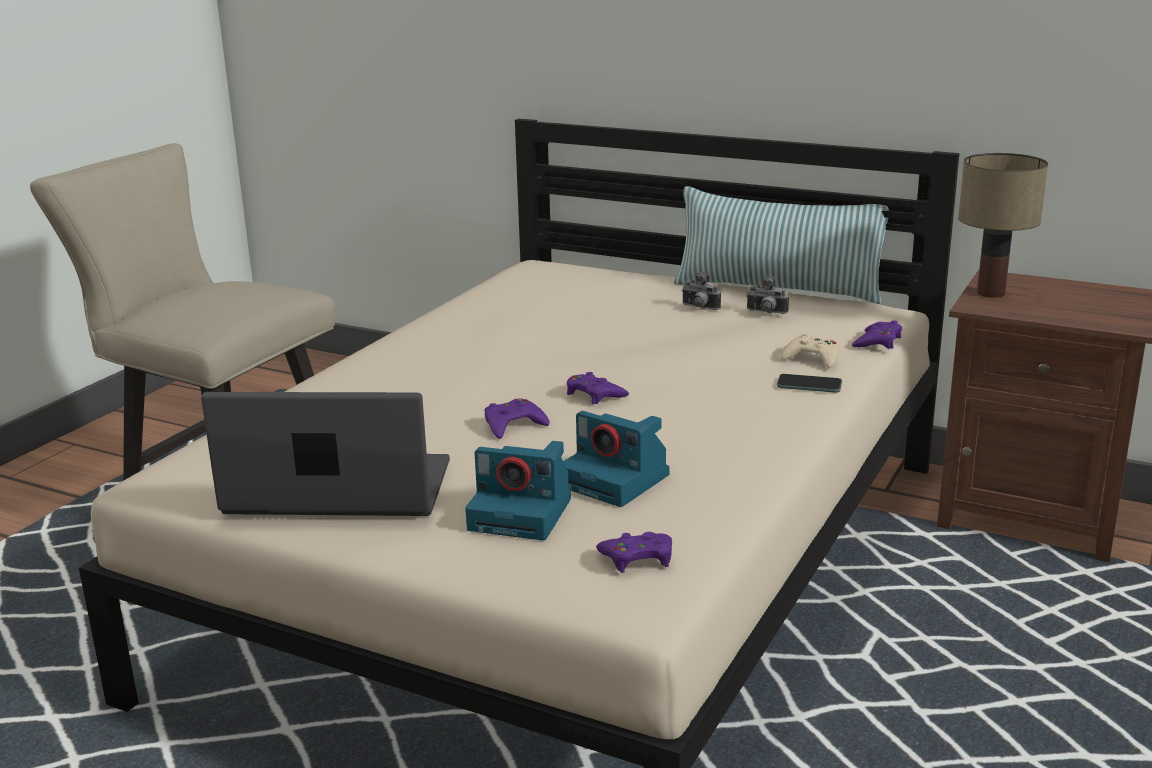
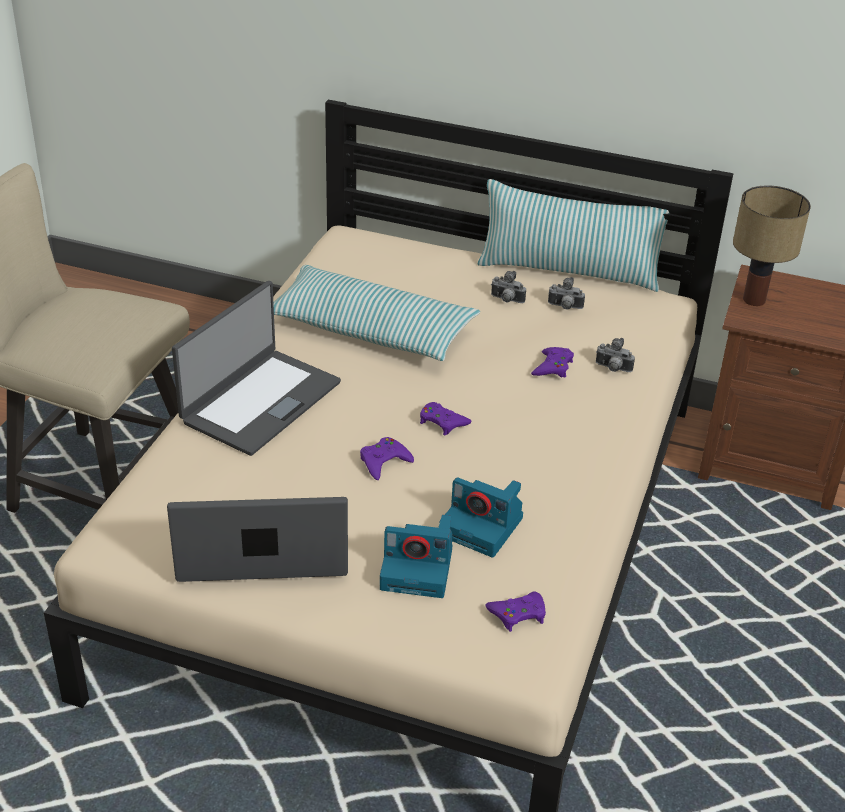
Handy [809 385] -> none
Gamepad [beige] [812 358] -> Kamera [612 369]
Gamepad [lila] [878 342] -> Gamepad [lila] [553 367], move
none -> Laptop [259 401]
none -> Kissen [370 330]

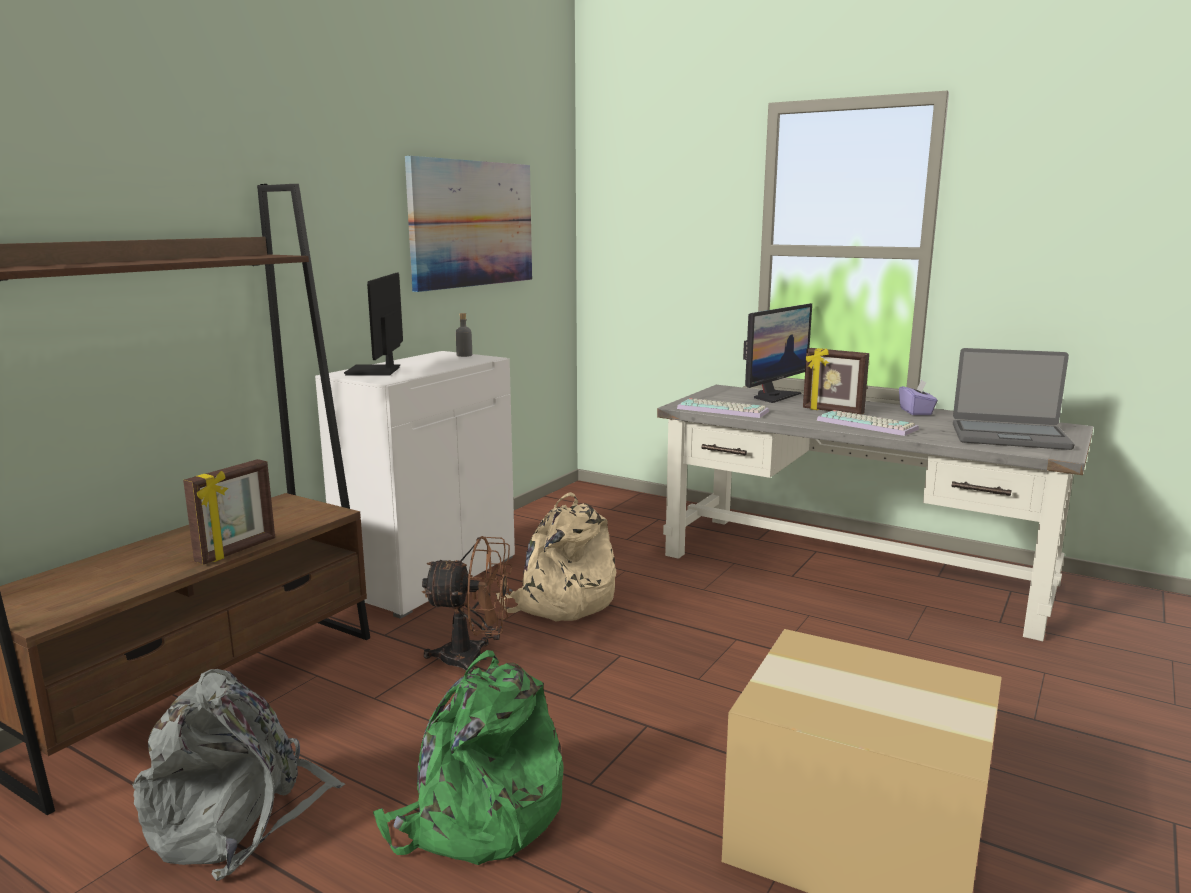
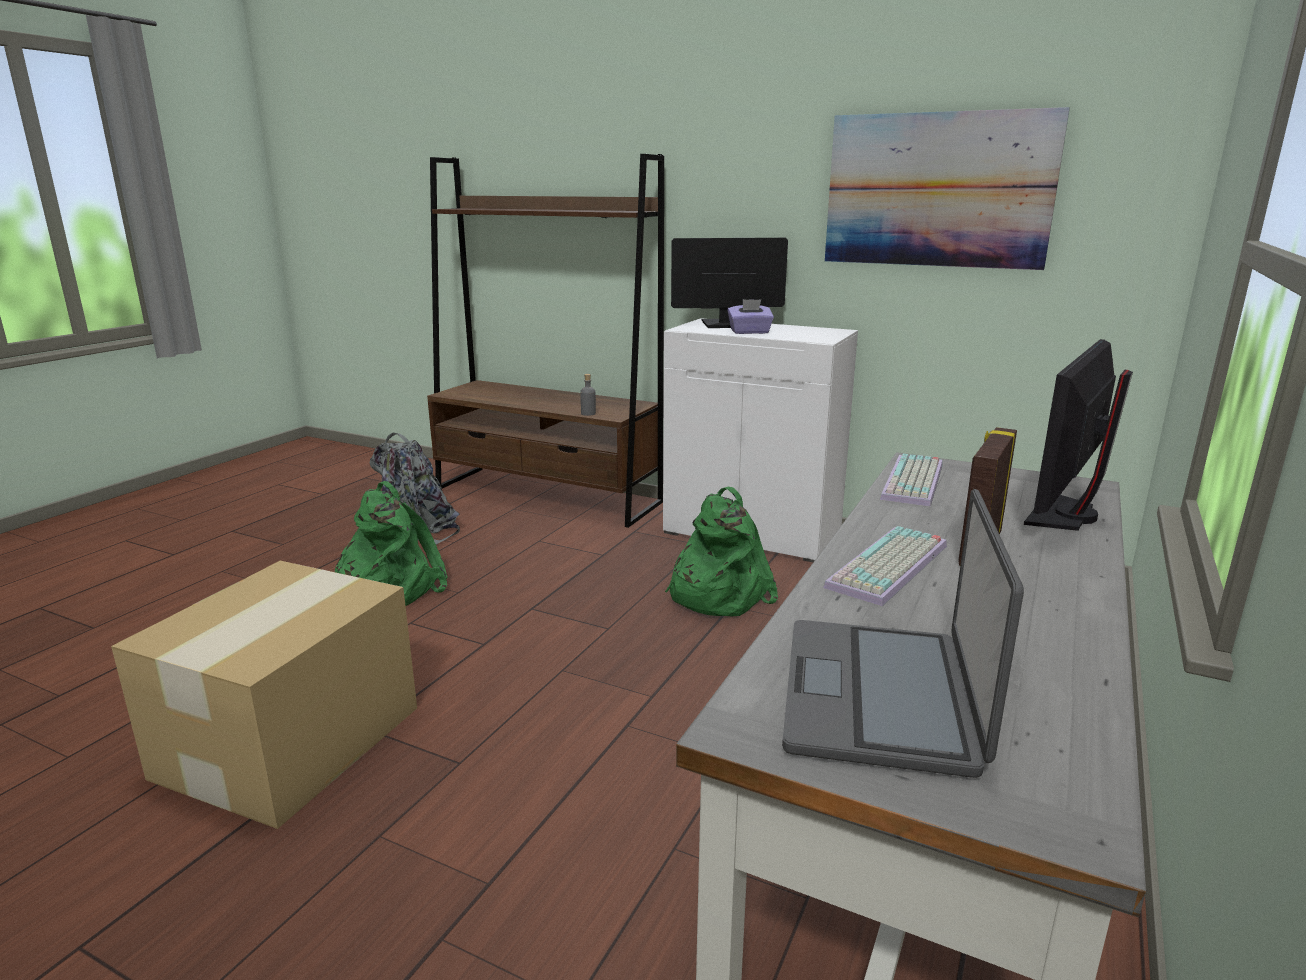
Bilderrahmen [237 551] -> none
Ventilator [braun] [473 659] -> none
Flasche [grau] [464 355] -> Flasche [grau] [588 413], move
Rucksack [beige] [560 602] -> Rucksack [grün] [716 594]
Monitor [773 396] -> Monitor [1064 514], 90 degrees clockwise
Taschentuchbox [lila] [916 412] -> Taschentuchbox [lila] [749 332], move

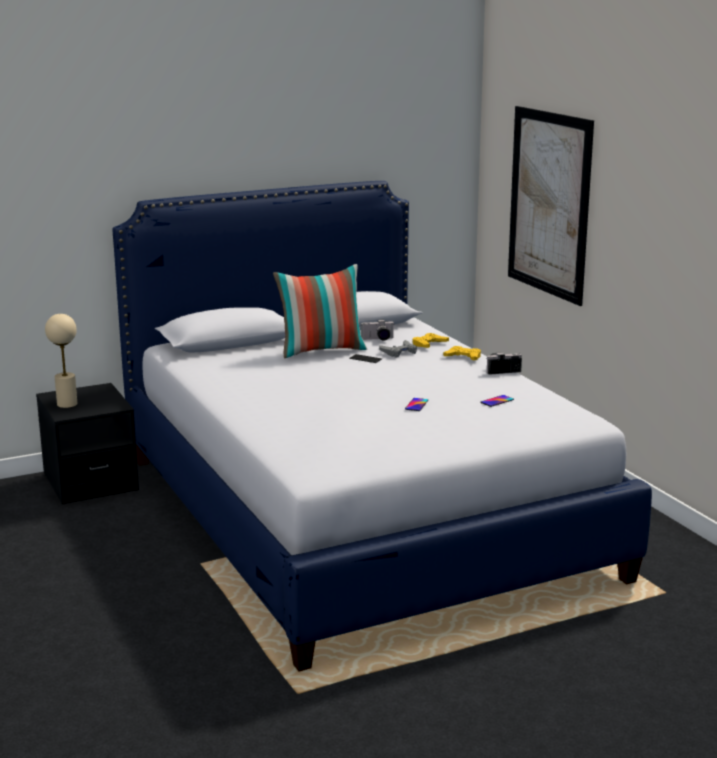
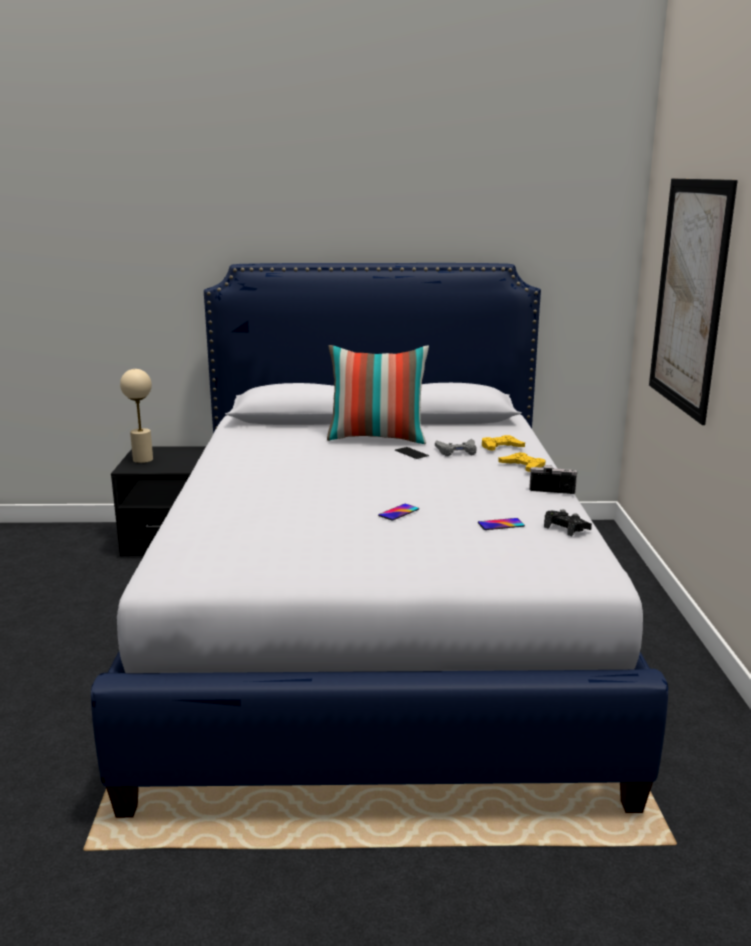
Kamera [378 339] -> none
none -> Gamepad [schwarz] [566 528]

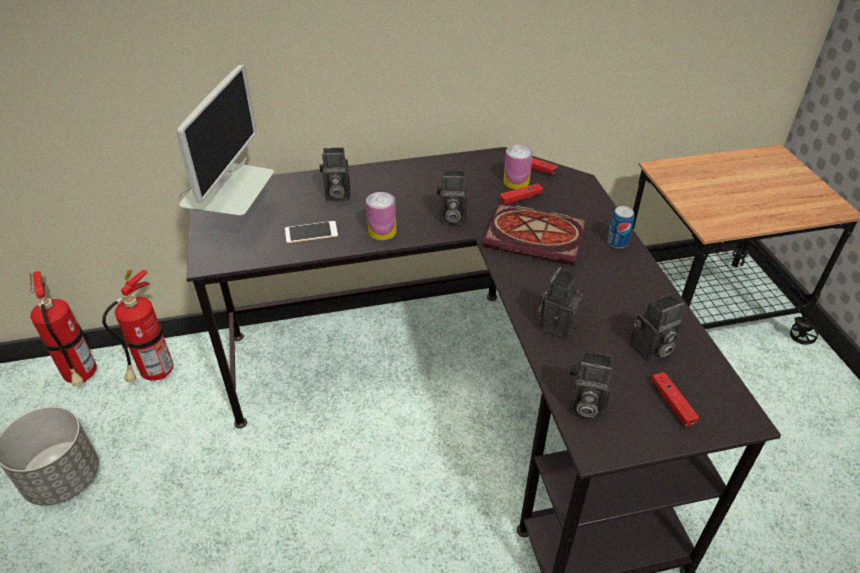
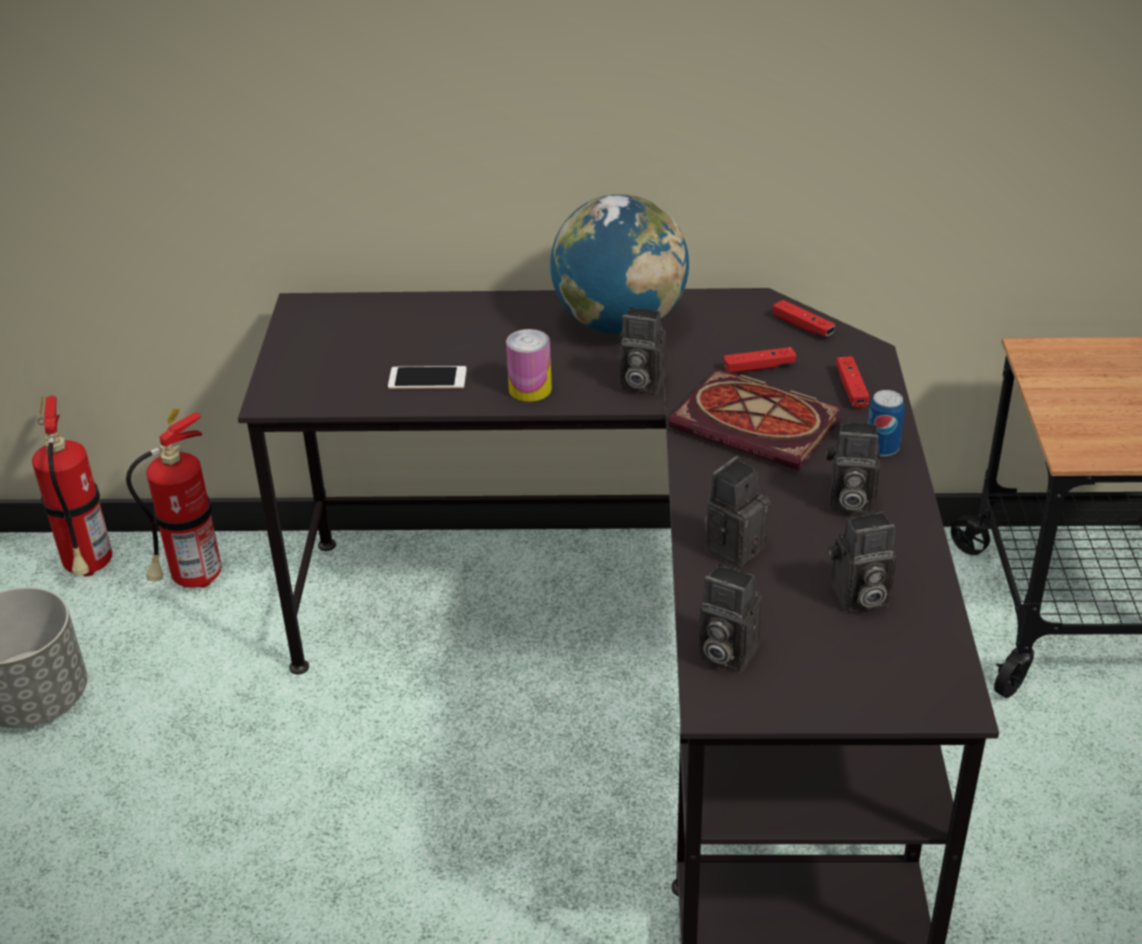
Monitor [234 223] -> none
Kamera [336 195] -> Kamera [848 502], move
Dose [516 182] -> none
Gamepad [rot] [672 403] -> Gamepad [rot] [851 388], move
none -> Globus [619 323]

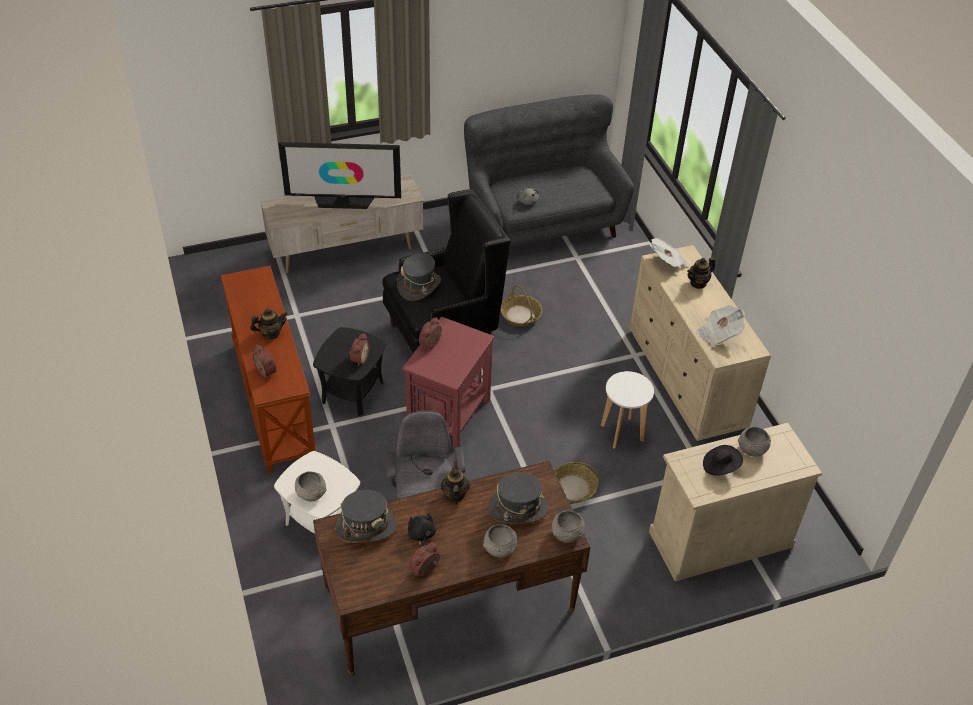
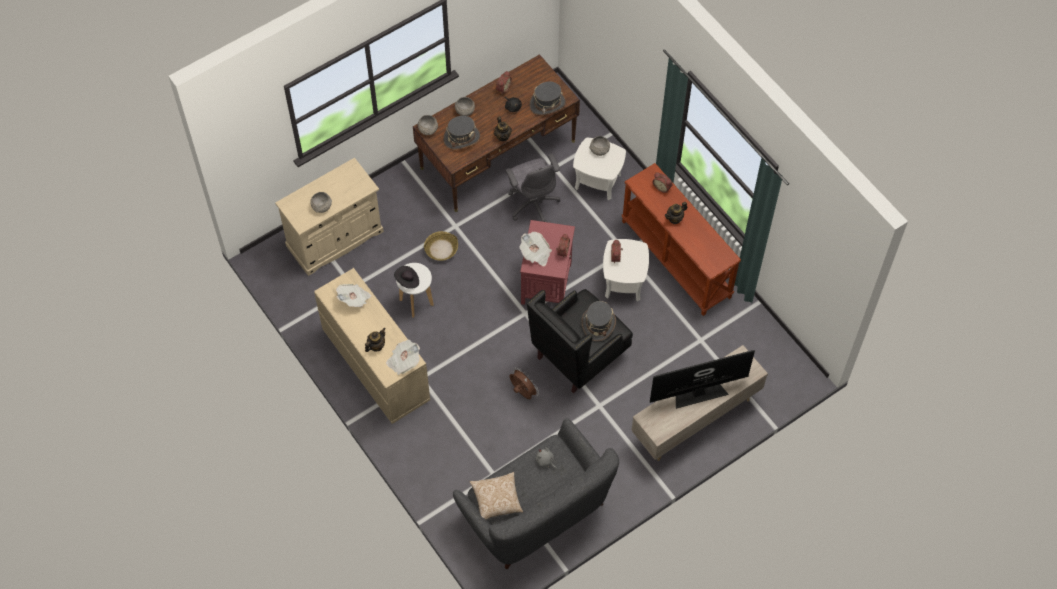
Beistelltisch [schwarz] [352 391] -> Beistelltisch [weiß] [624 282]
Korb [521 315] -> Ventilator [braun] [522 392]
Hut [schwarz] [720 466] -> Hut [schwarz] [407 281], move
none -> Kissen [496 500]
none -> Zeitung [535 253]

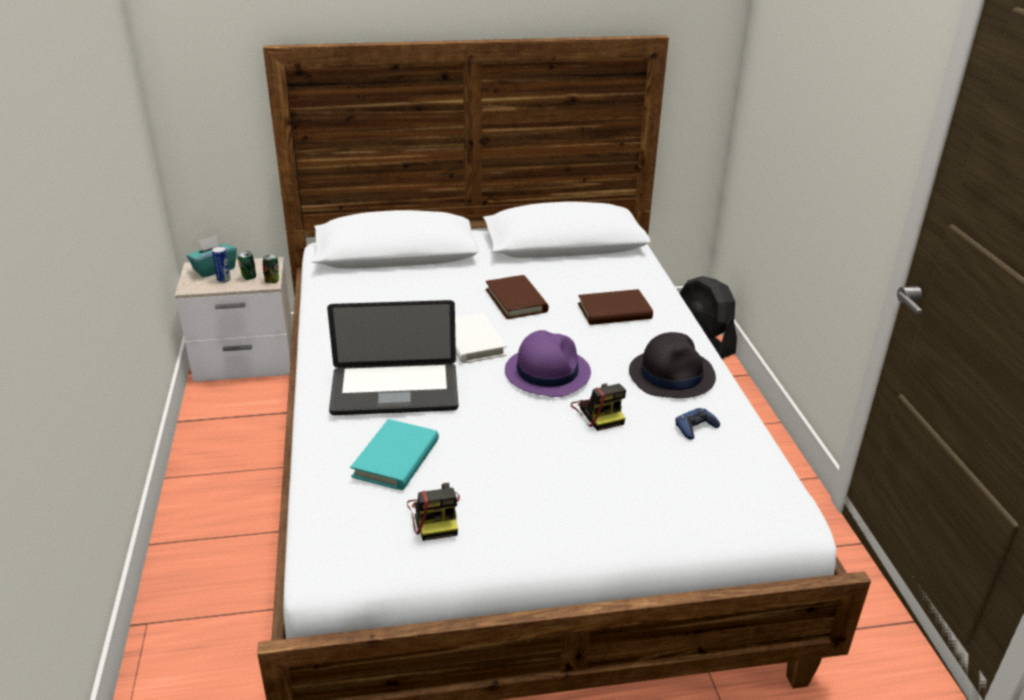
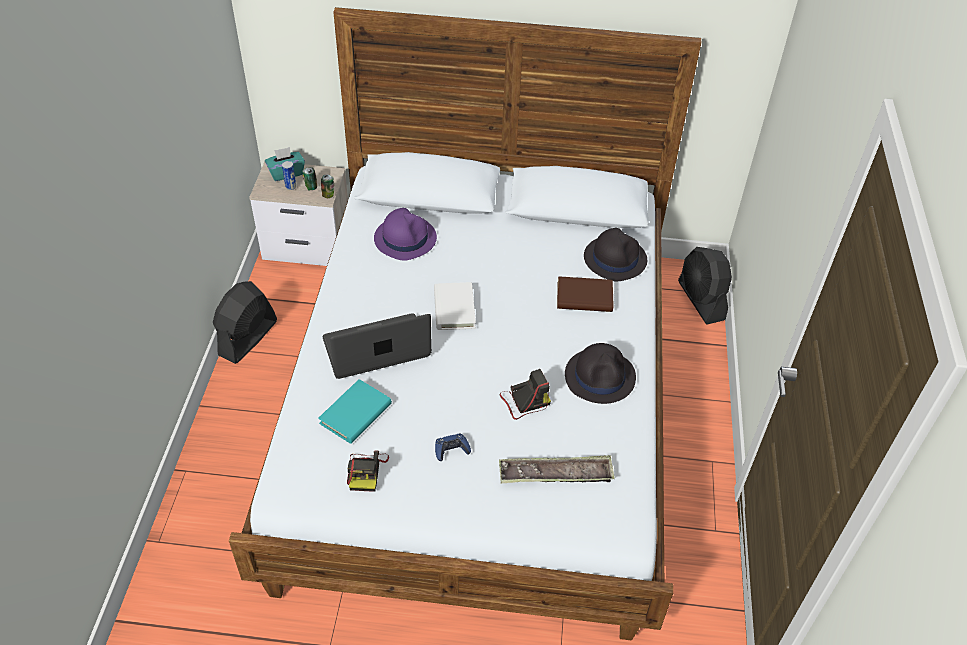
Laptop [395 391] -> Laptop [376 348], 150 degrees clockwise
Buch [braun] [516 300] -> none
Hut [lila] [547 372] -> Hut [lila] [405 238], move
Kamera [599 412] -> Kamera [524 402], 105 degrees counterclockwise
Gamepad [blau] [695 427] -> Gamepad [blau] [451 449], move
none -> Ventilator [schwarz] [247 338]
none -> Tablett [555 474]
none -> Hut [schwarz] [615 258]

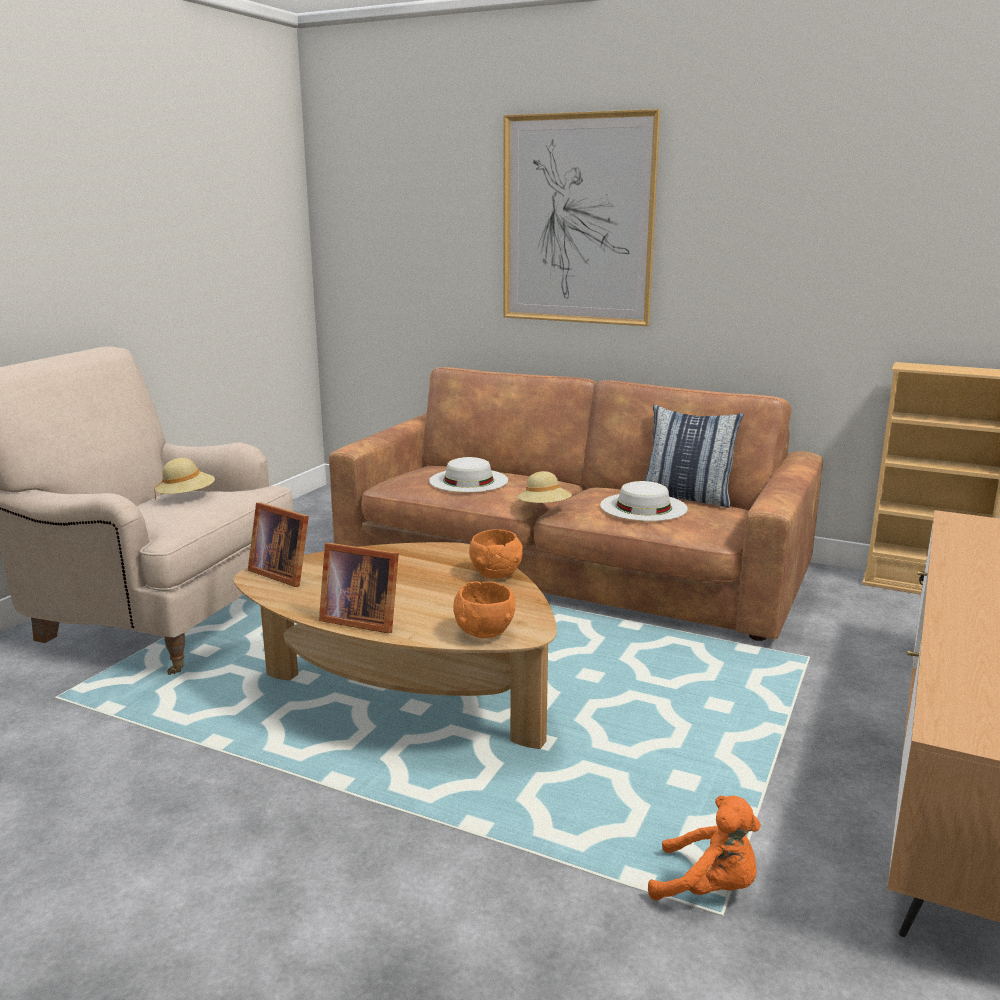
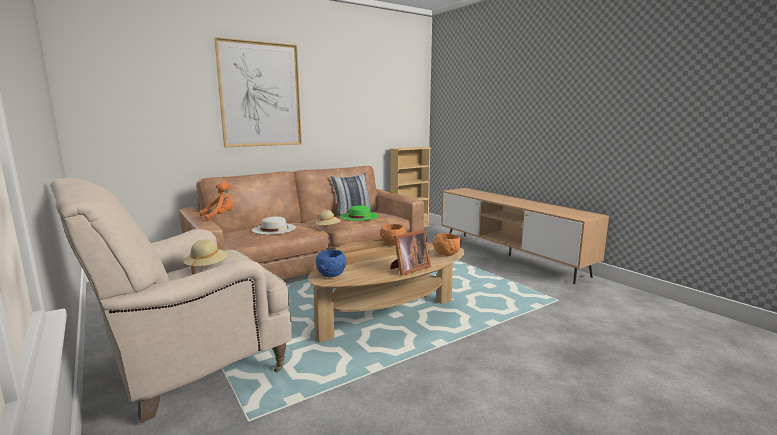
Bilderrahmen [282 573] -> Schüssel [blau] [331 275]
Hut [weiß] [643 507] -> Hut [grün] [359 216]
Plüschtier [orange] [708 888] -> Plüschtier [orange] [220 216], move

